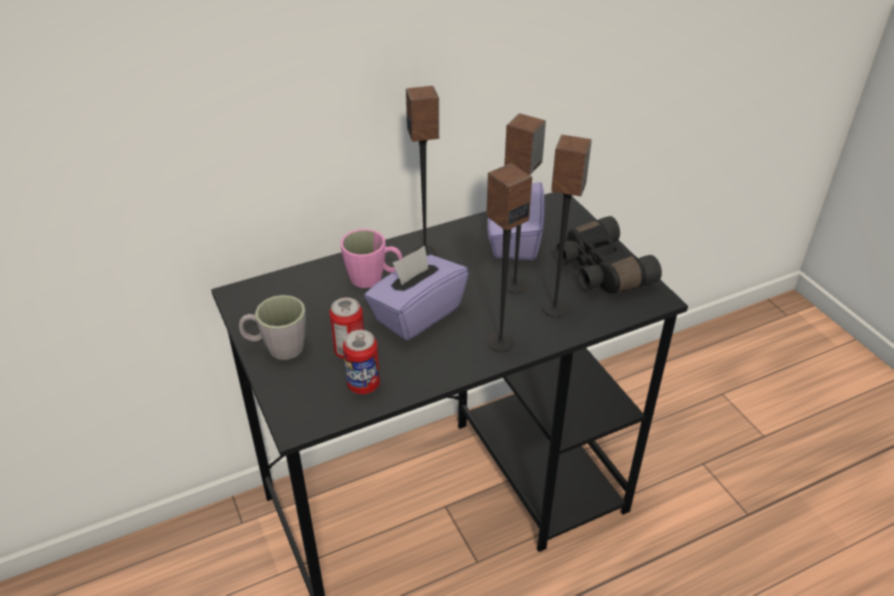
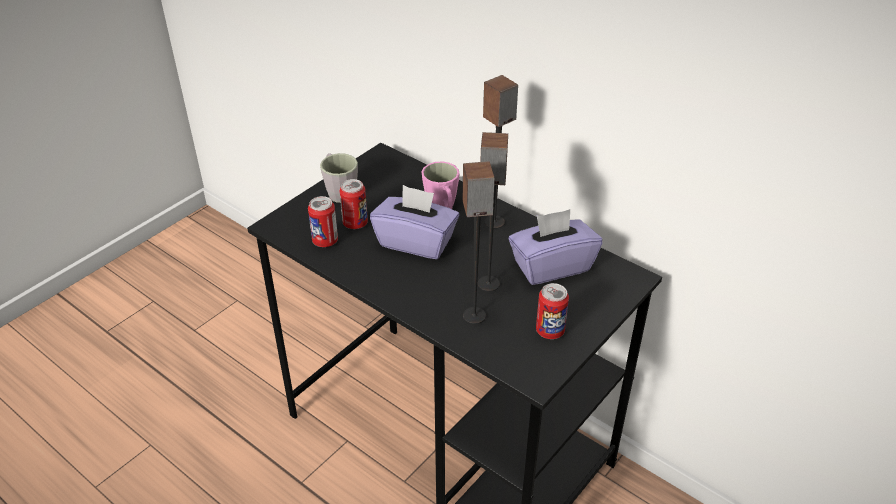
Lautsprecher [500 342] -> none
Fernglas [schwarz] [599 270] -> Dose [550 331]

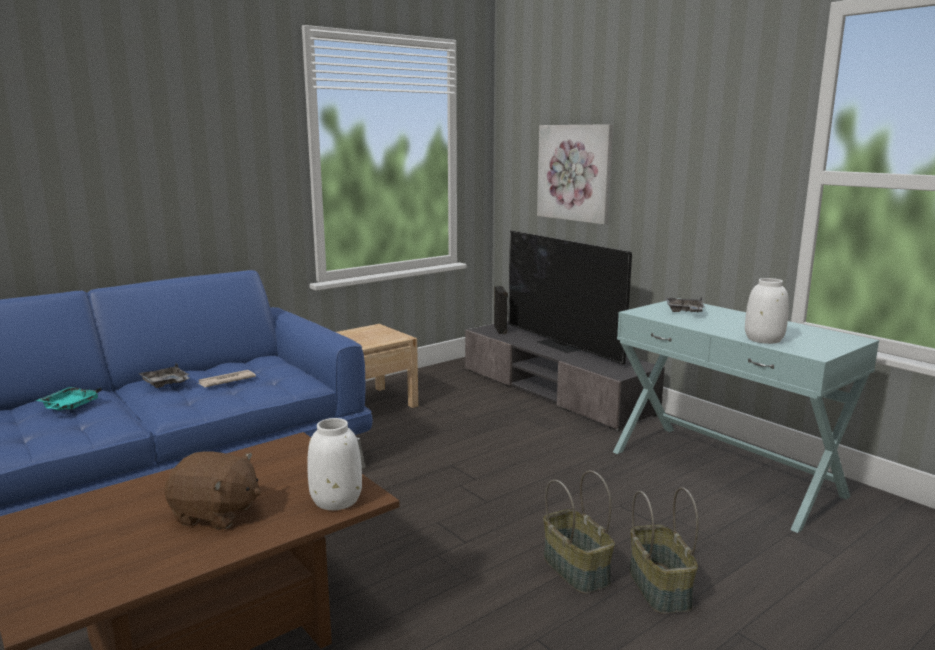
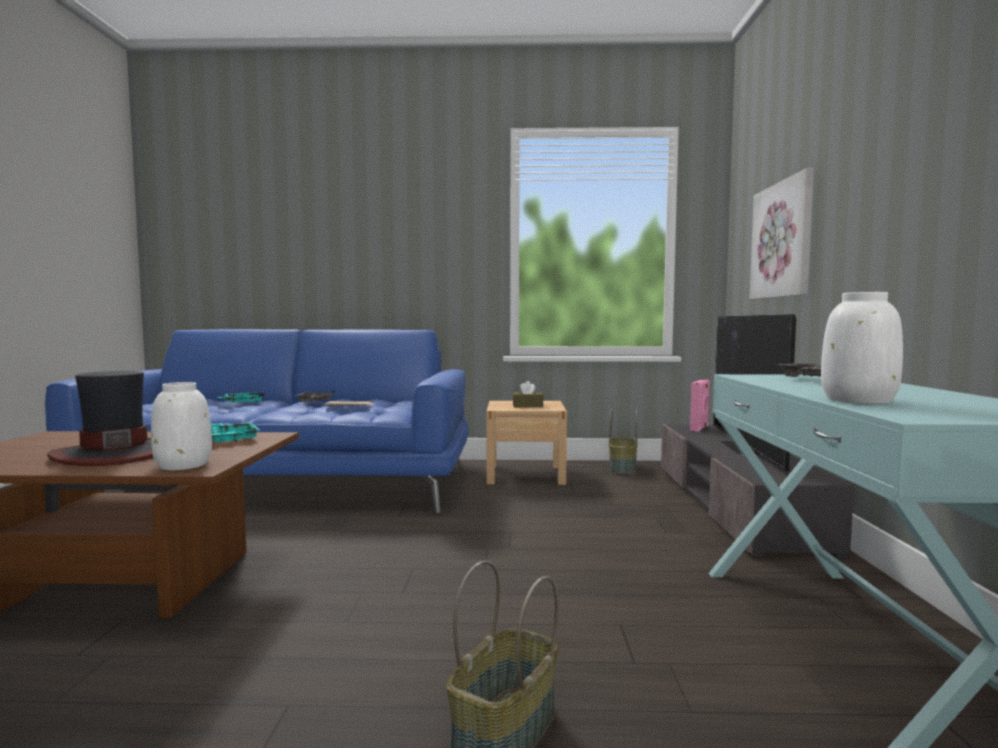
Plüschtier [braun] [216 514] -> Hut [115 453]
Lautsprecher [schwarz] [501 330] -> Lautsprecher [rosa] [700 428]
Korb [577 570] -> Korb [623 468], move
none -> Tablett [türkis] [230 439]
none -> Taschentuchbox [braun] [527 406]

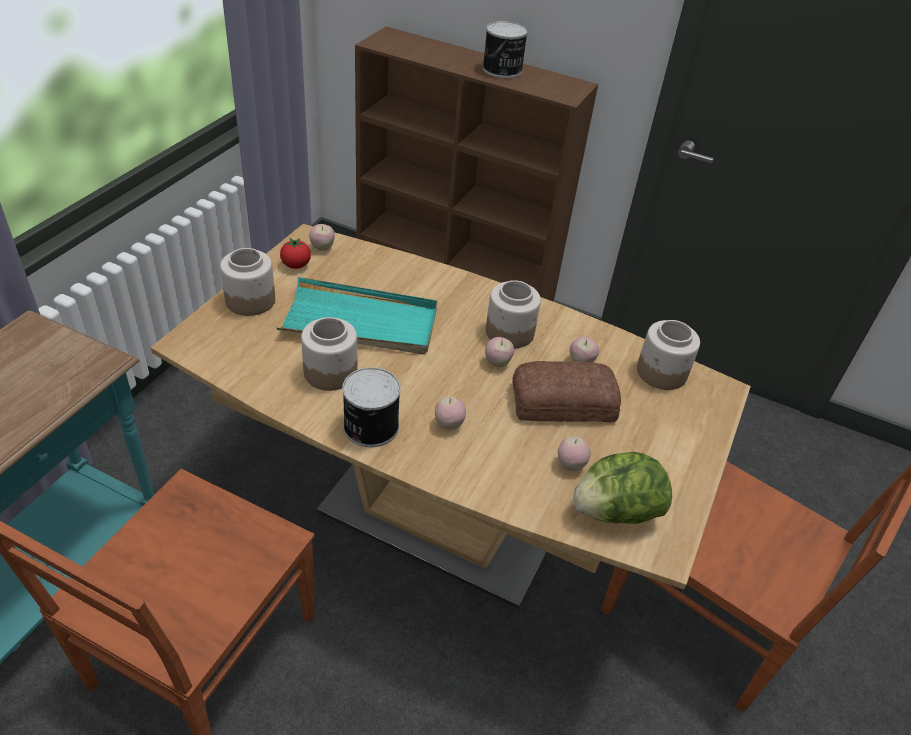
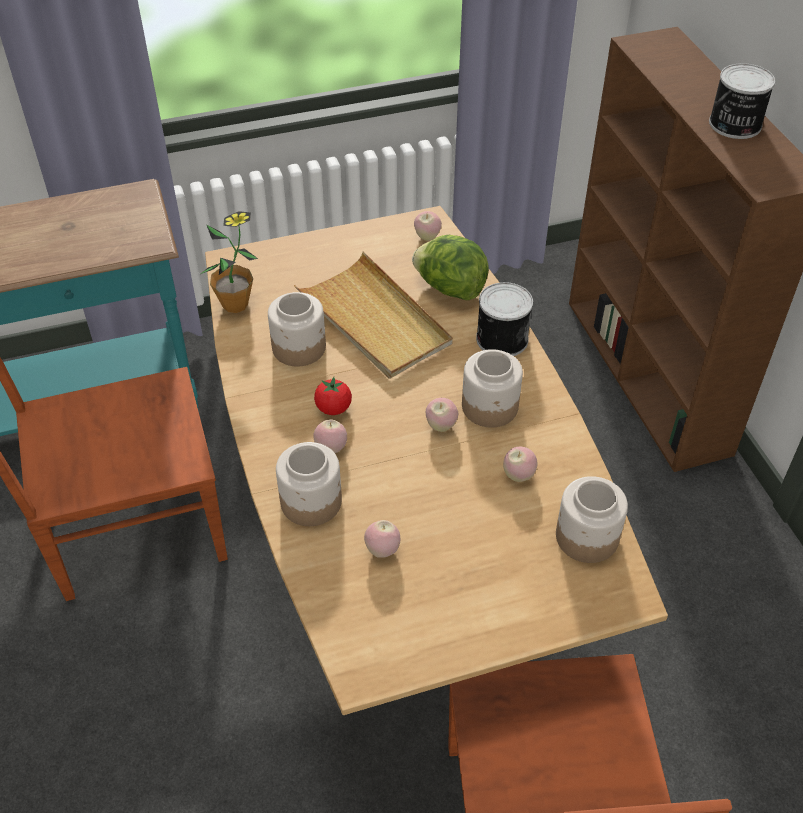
Vorratsglas [251 300] -> Vorratsglas [312 501], move
Tablett [türkis] [360 322] -> Tablett [beige] [374 320]
Tomate [296 265] -> Tomate [333 408], move
Dose [369 427] -> Dose [500 338], move
Brot [561 401] -> none
Salatkopf [615 511] -> Salatkopf [450 288], move
none -> Topfpflanze [235 304]

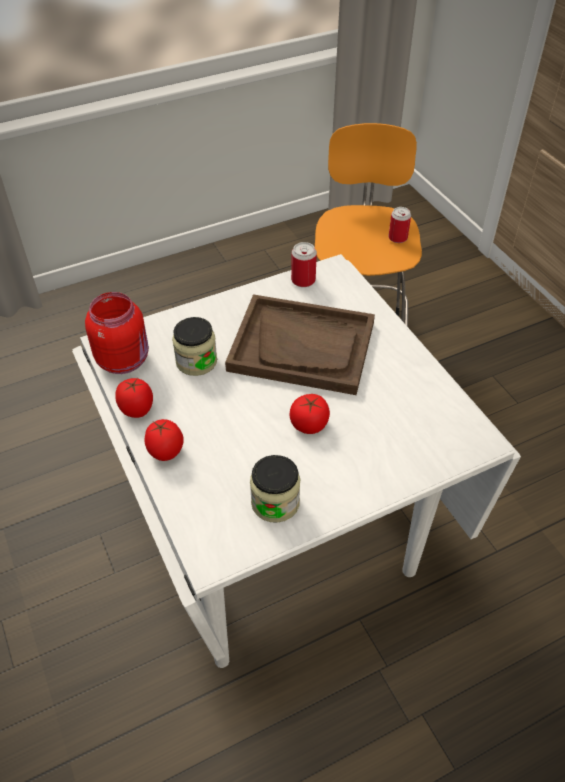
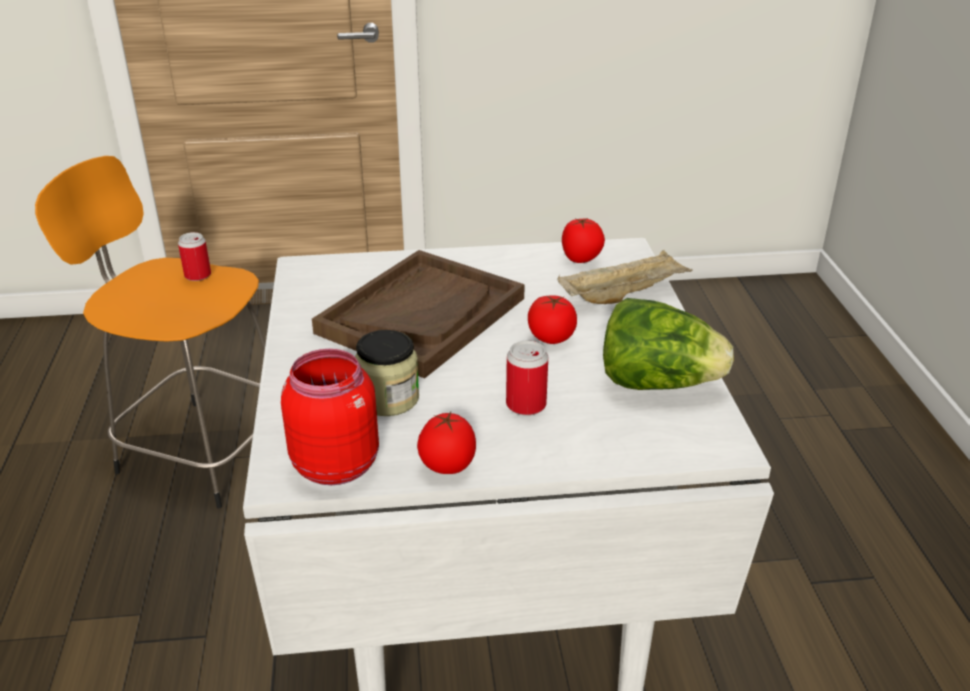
Tomate [165 453] -> Tomate [581 259], move
Vorratsglas [275 502] -> Salatkopf [657 383]
Dose [303 280] -> Dose [526 405], move
none -> Tablett [beige] [623 295]

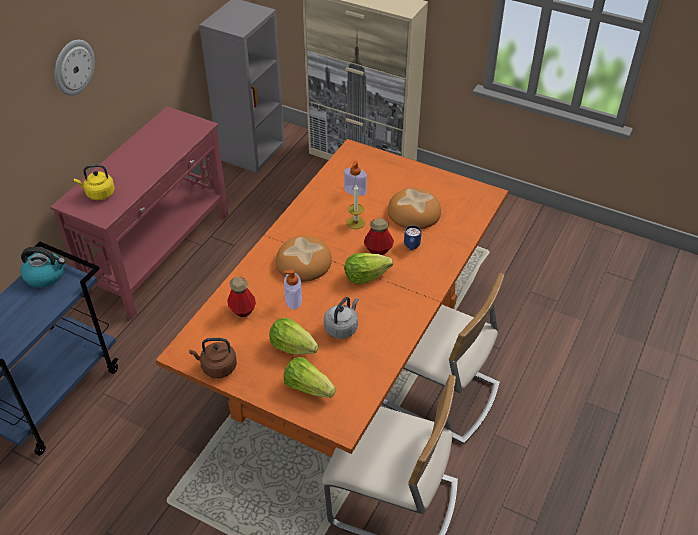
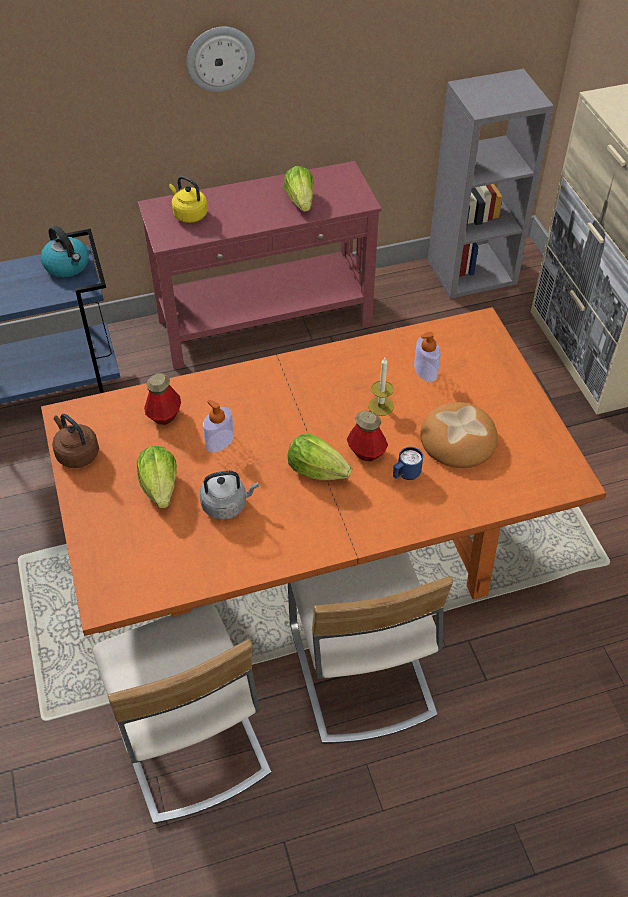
Brot [303 262] -> none
Salatkopf [308 387] -> Salatkopf [300 201], move

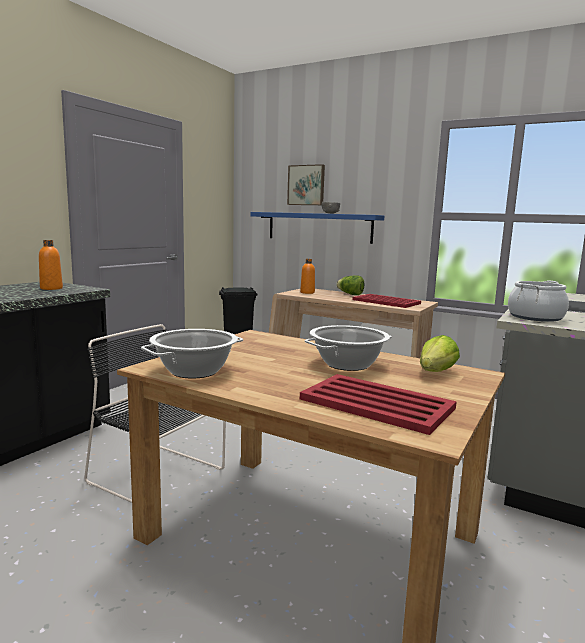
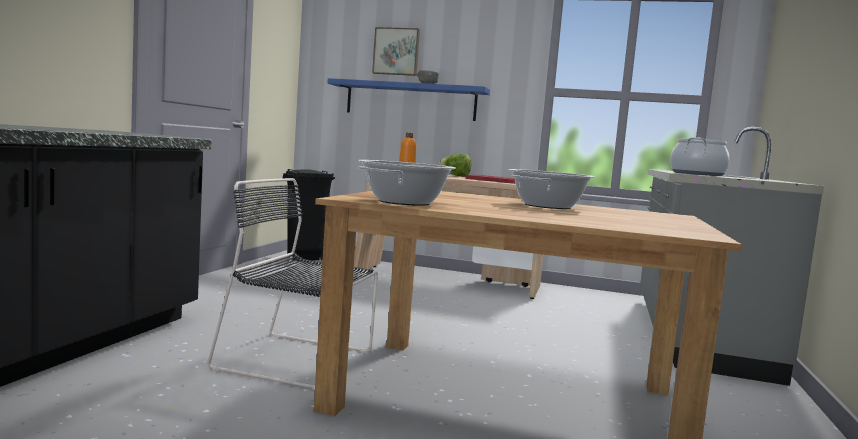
Flasche [orange] [51 288] -> none
Tablett [rot] [377 404] -> none
Salatkopf [436 372] -> none

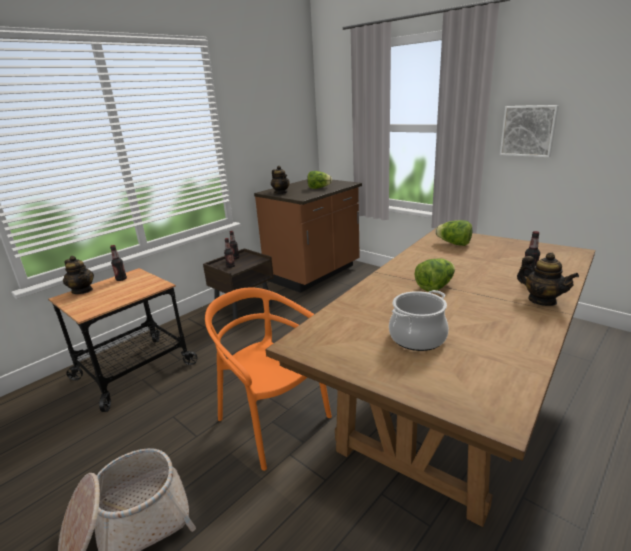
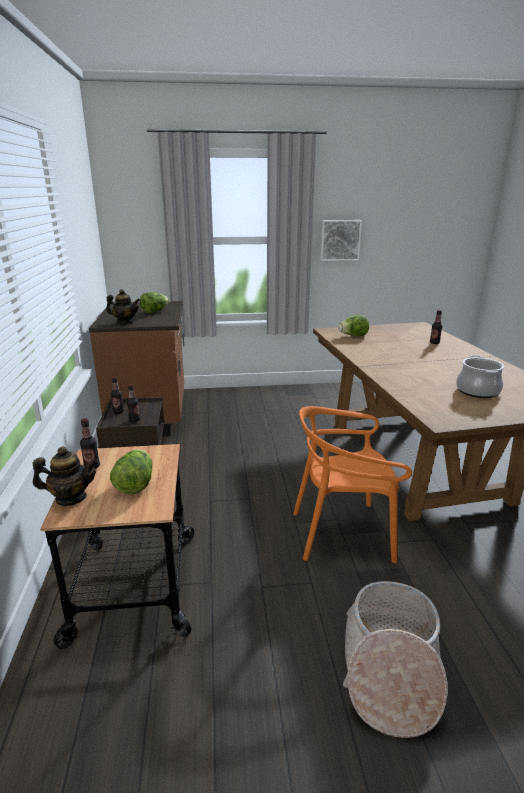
Salatkopf [435 287] -> Salatkopf [135 484], move
Teekanne [542 300] -> none

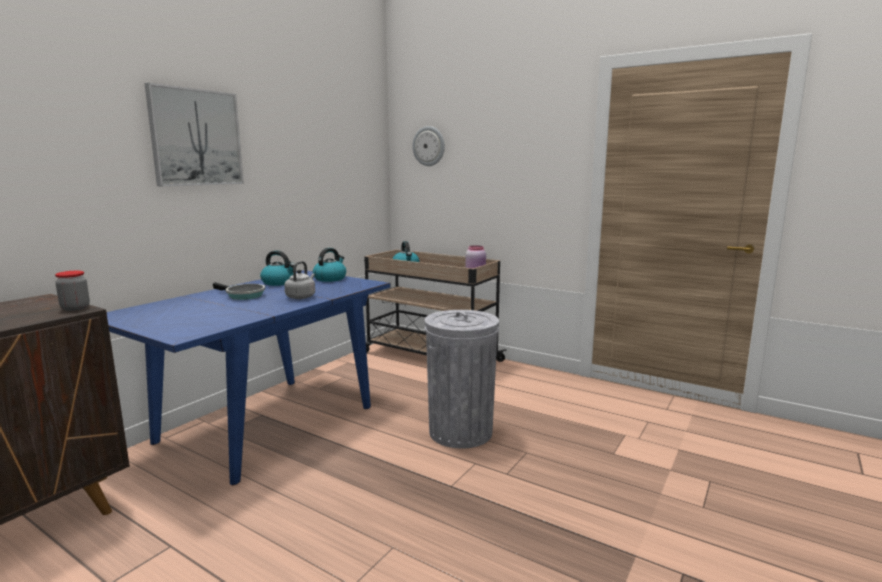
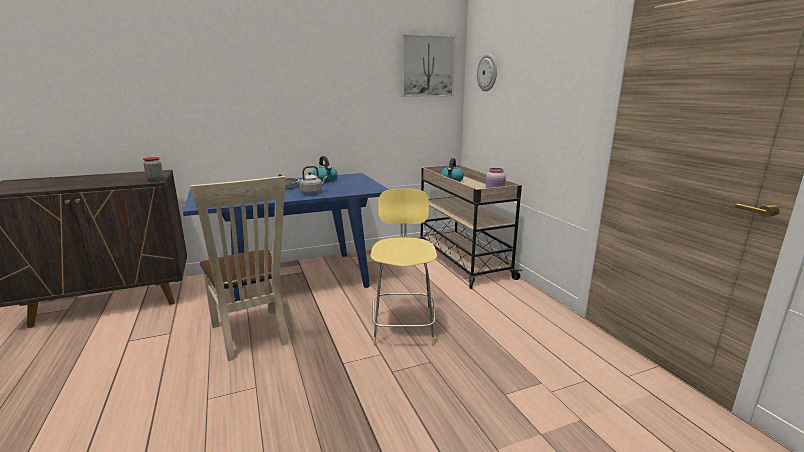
Bild [196 137] -> Bild [427 66], move
Wasserkessel [330 278] -> none
Mülleimer [grau] [460 432] -> Hocker [gelb] [403 326]
none -> Stuhl [beige] [252 336]

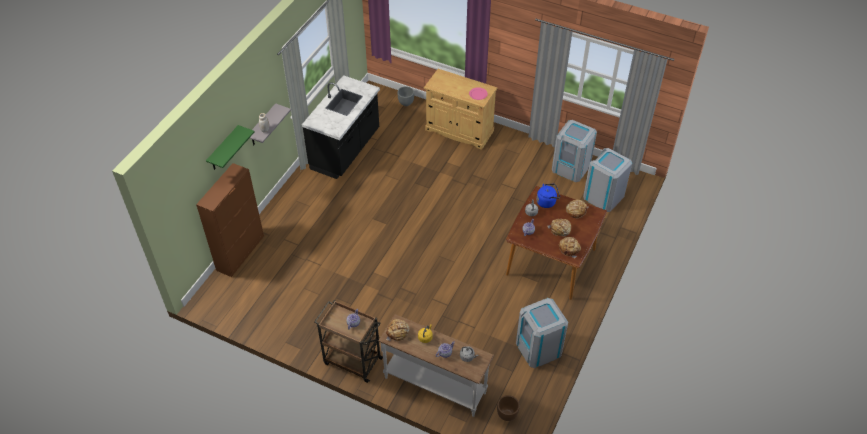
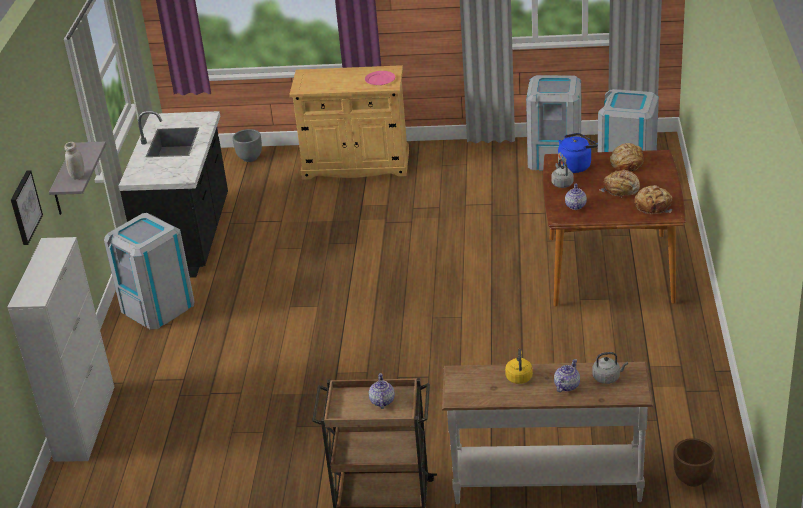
Schrank [braun] [240 252] -> Schrank [weiß] [85 422]
Wandregal [grün] [224 149] -> Bild [24 207]
Brot [398 332] -> none
Mülleimer [grau] [539 348] -> Mülleimer [grau] [158 307], move

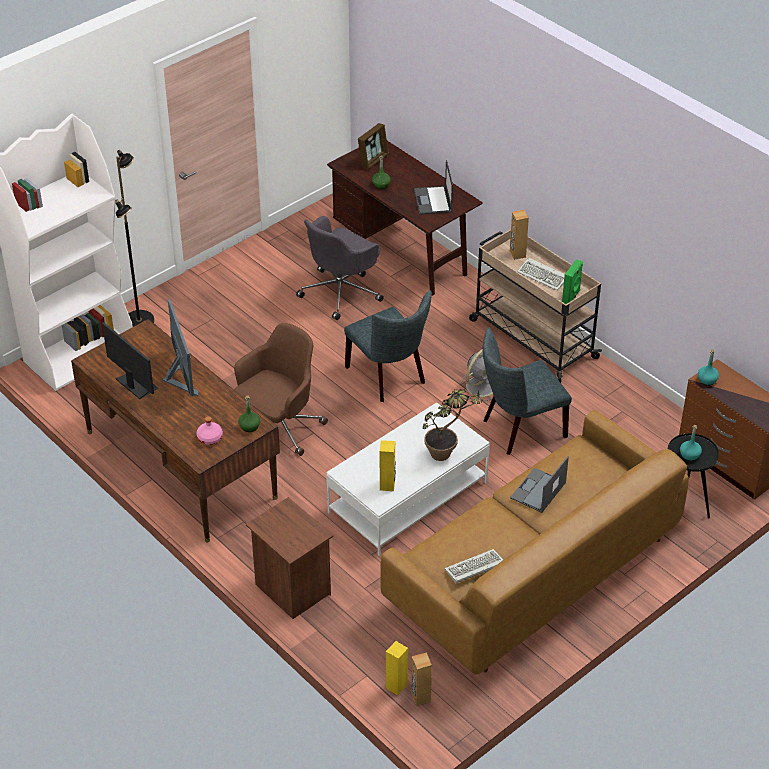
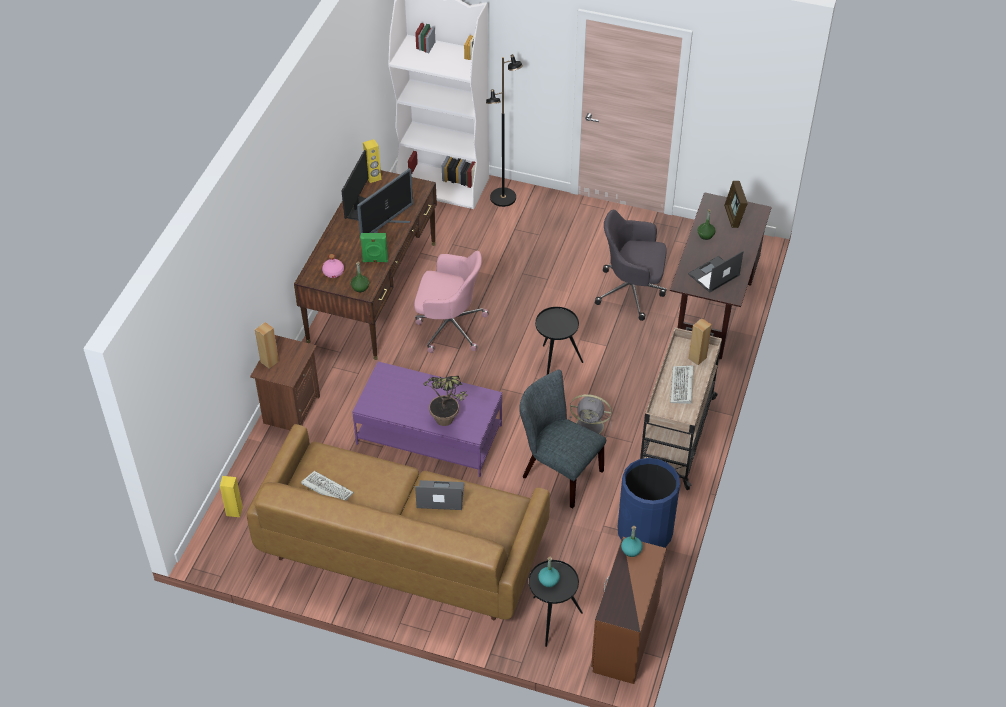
Bürostuhl [braun] [278 428] -> Bürostuhl [rosa] [449 326]
Couchtisch [weiß] [408 498] -> Couchtisch [lila] [429 435]
Stuhl [grau] [389 377] -> Beistelltisch [schwarz] [555 365]
Bilderrahmen [373 160] -> Bilderrahmen [733 217], 75 degrees clockwise
Lautsprecher [gelb] [387 485] -> Lautsprecher [gelb] [373 178], move
Lautsprecher [braun] [420 697] -> Lautsprecher [braun] [269 361], move
Lautsprecher [grün] [571 297] -> Lautsprecher [grün] [375 261], move
none -> Mülleimer [blau] [645 532]

